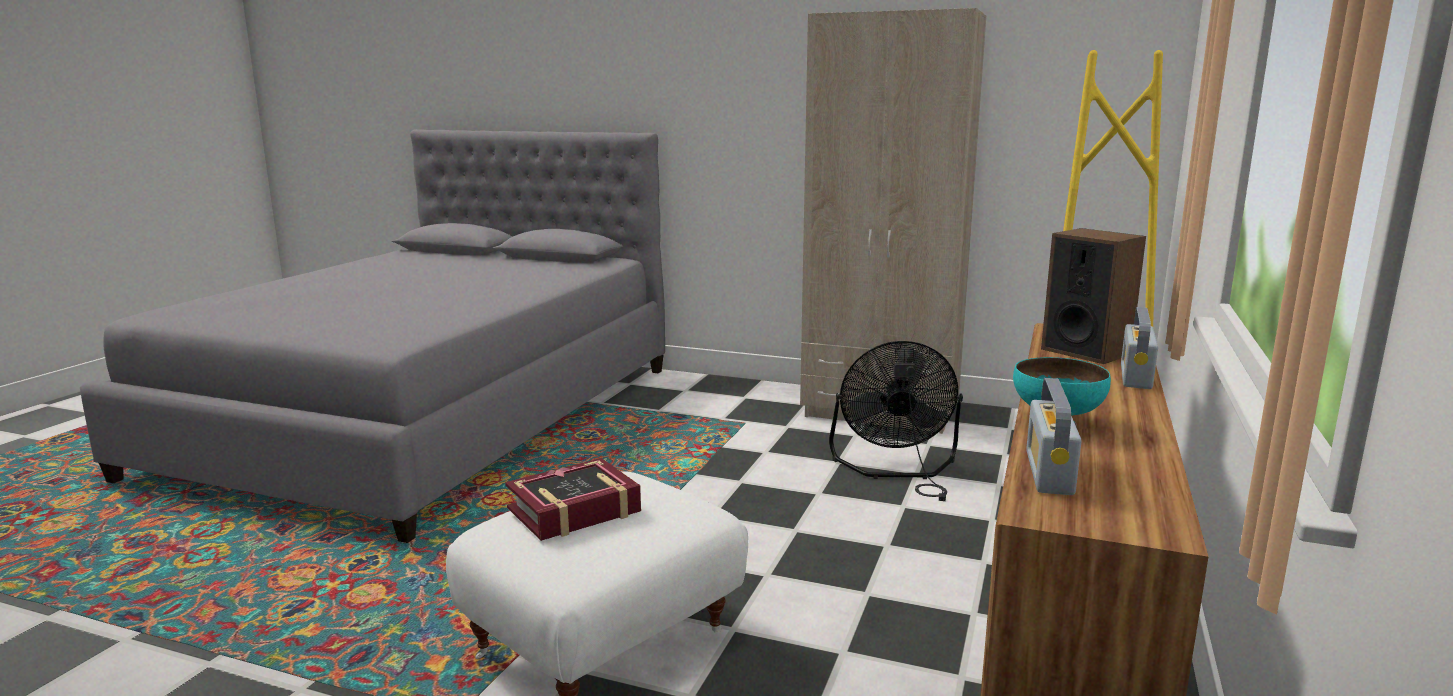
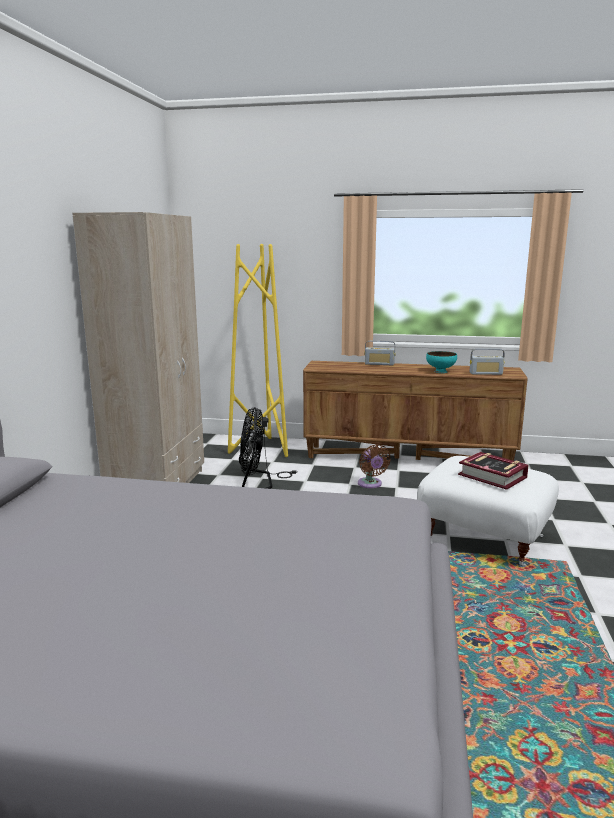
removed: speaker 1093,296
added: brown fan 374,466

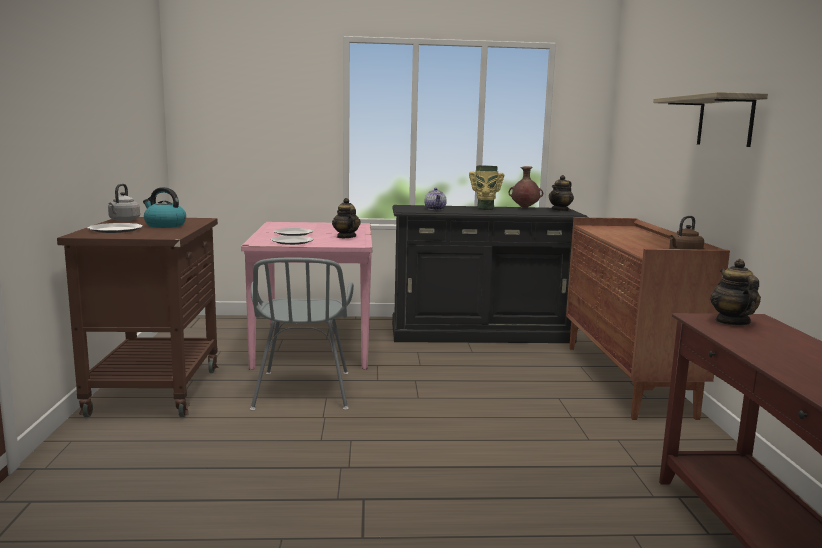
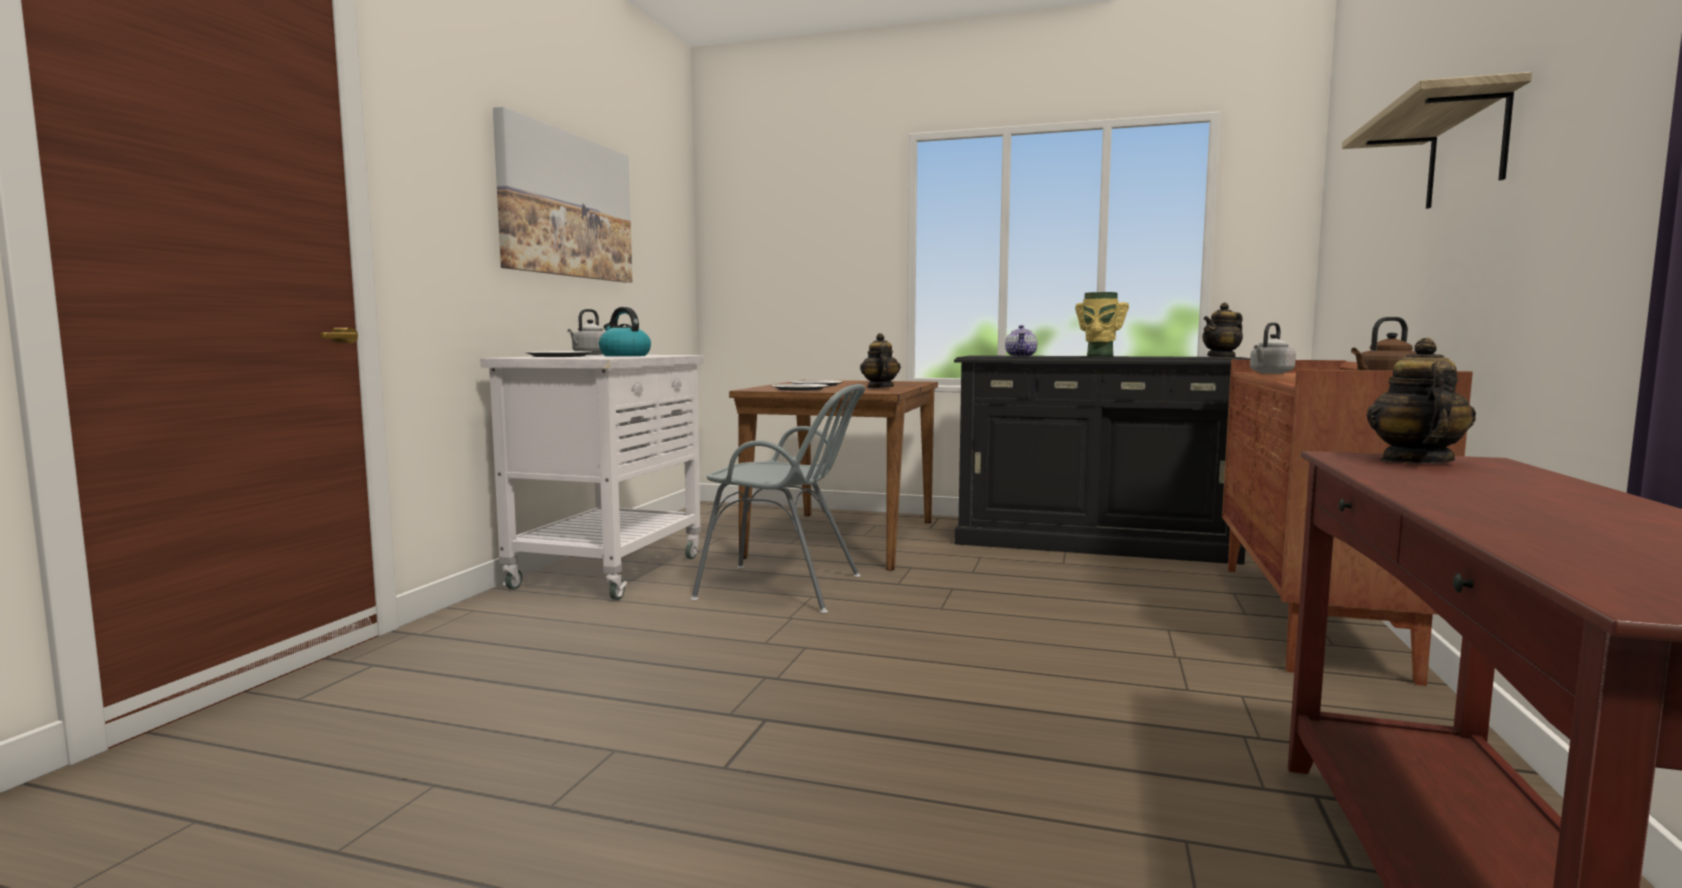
removed: brown vase 526,187
added: picture 562,195; grey kettle 1273,348
recoloured: brown cart 138,317 to white cart 592,477; pink dining table 306,296 to brown dining table 833,475
turned: grey chair 302,334 = 777,498 90 degrees counterclockwise

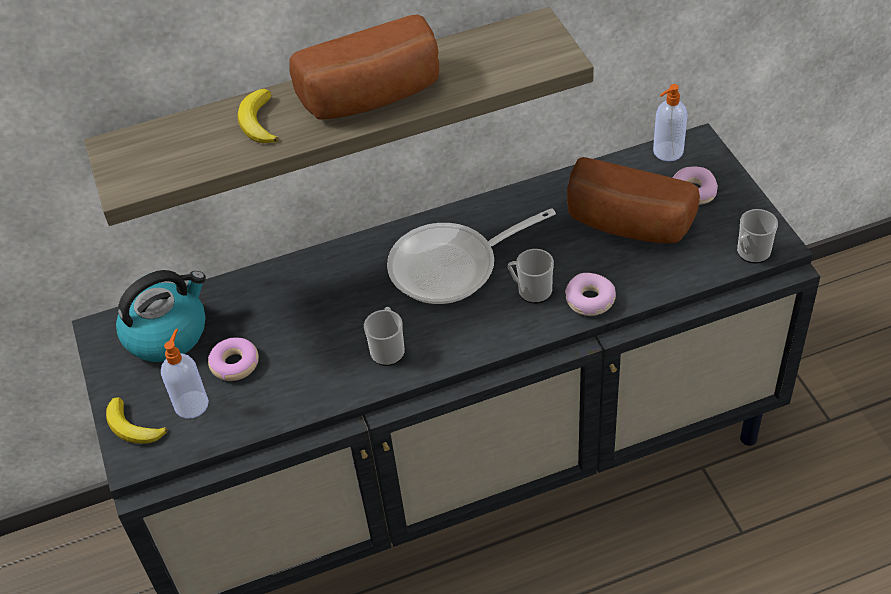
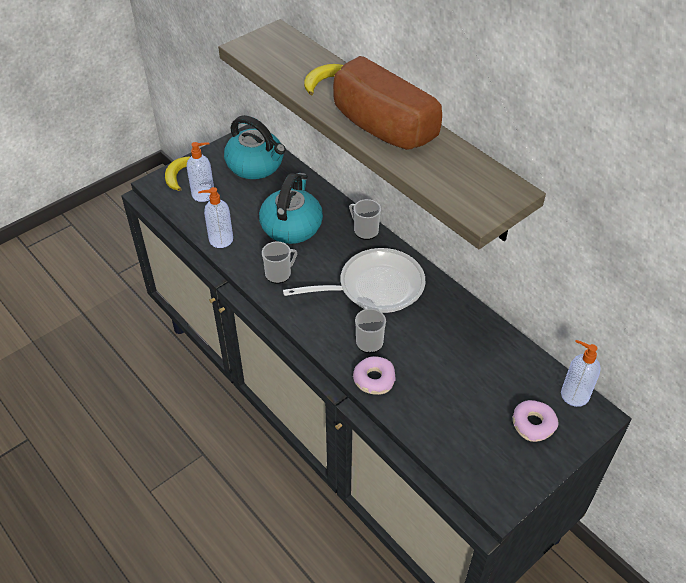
removed: donut 233,359; bread 633,200
added: soap dispenser 215,217; kettle 291,208
moved: mug 757,236 to 365,219
turned: frying pan 471,256 = 354,280 120 degrees clockwise

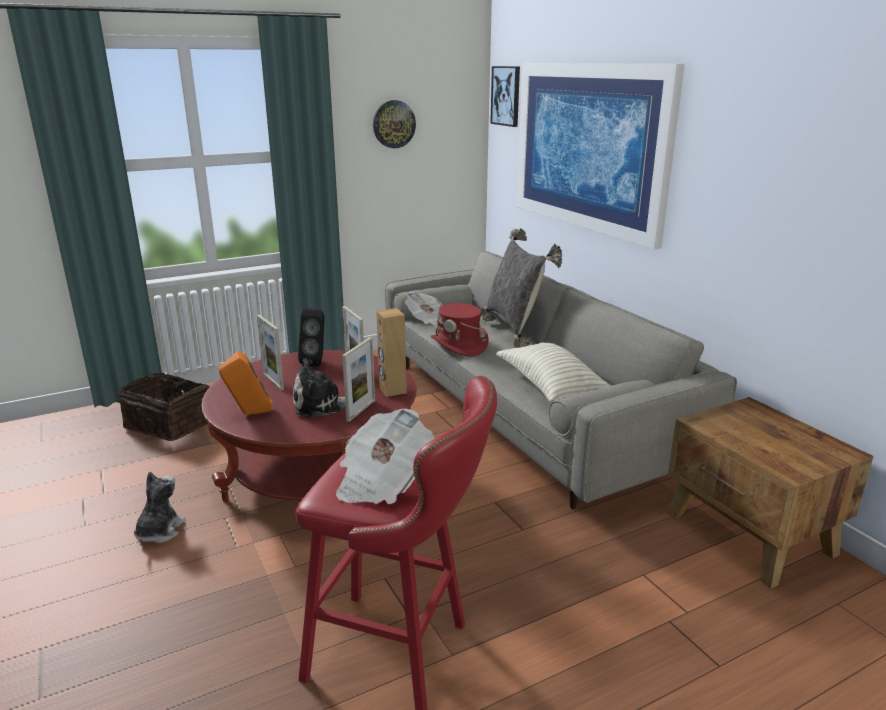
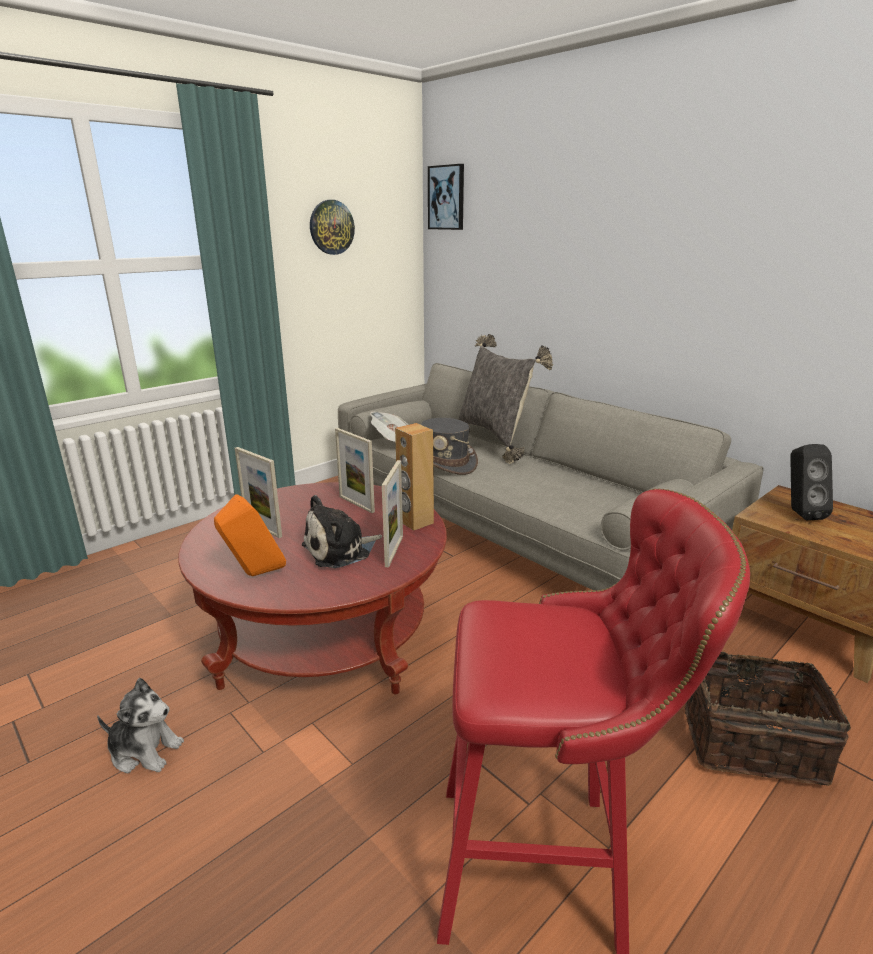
removed: newspaper 385,456; pillow 553,373; picture 601,156
moved: basket 163,407 to 768,719; black speaker 311,337 to 811,482
recoloured: red hat 460,330 to grey hat 449,446
turned: plush toy 159,507 = 140,726 105 degrees clockwise

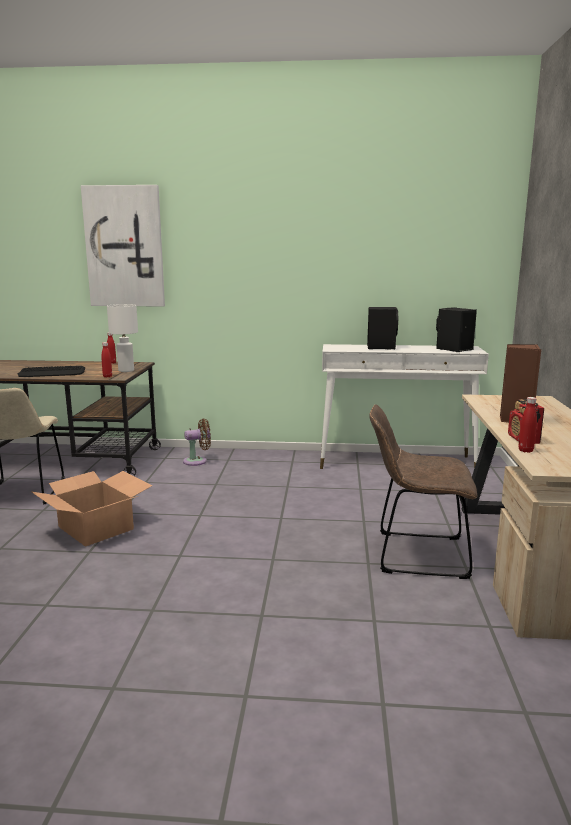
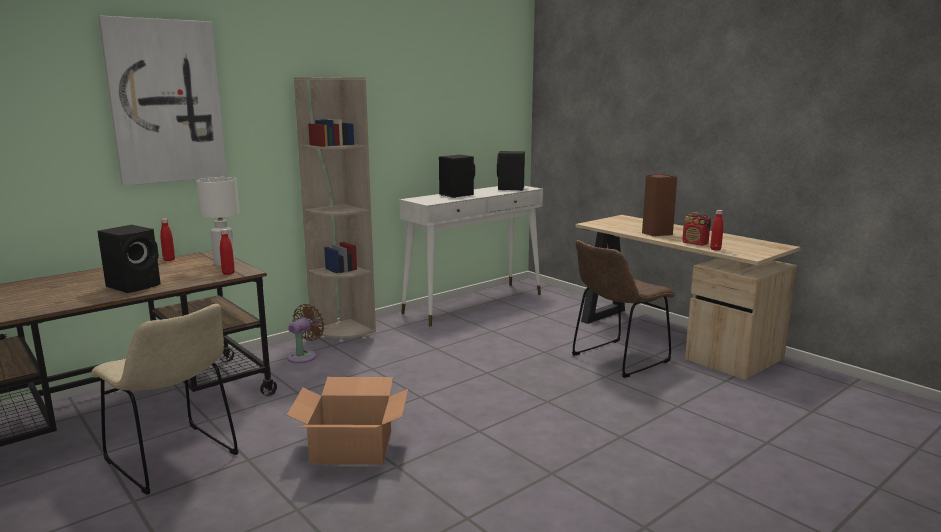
added: beige bookcase 335,209
replaced: keyboard 51,371 to black speaker 129,259

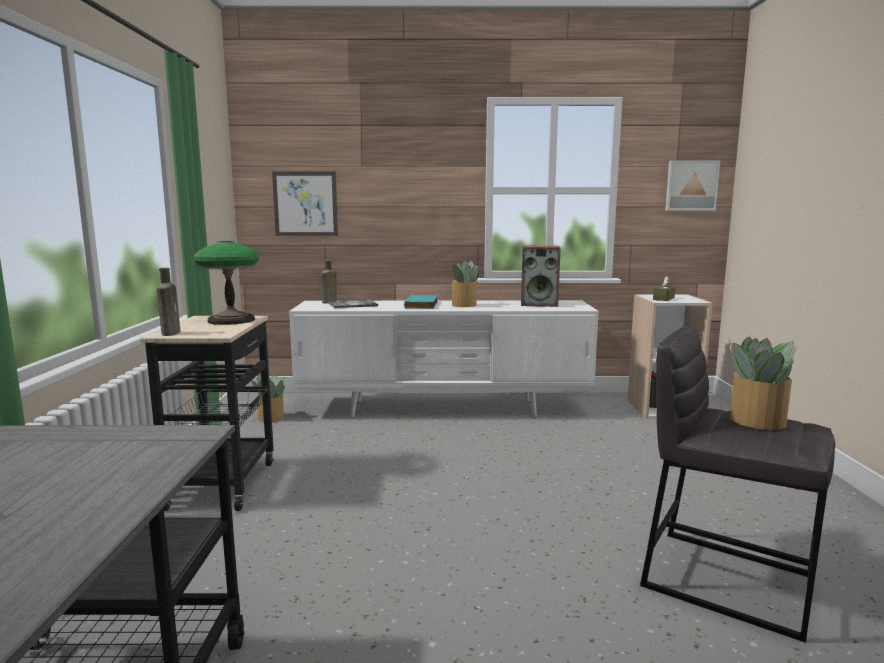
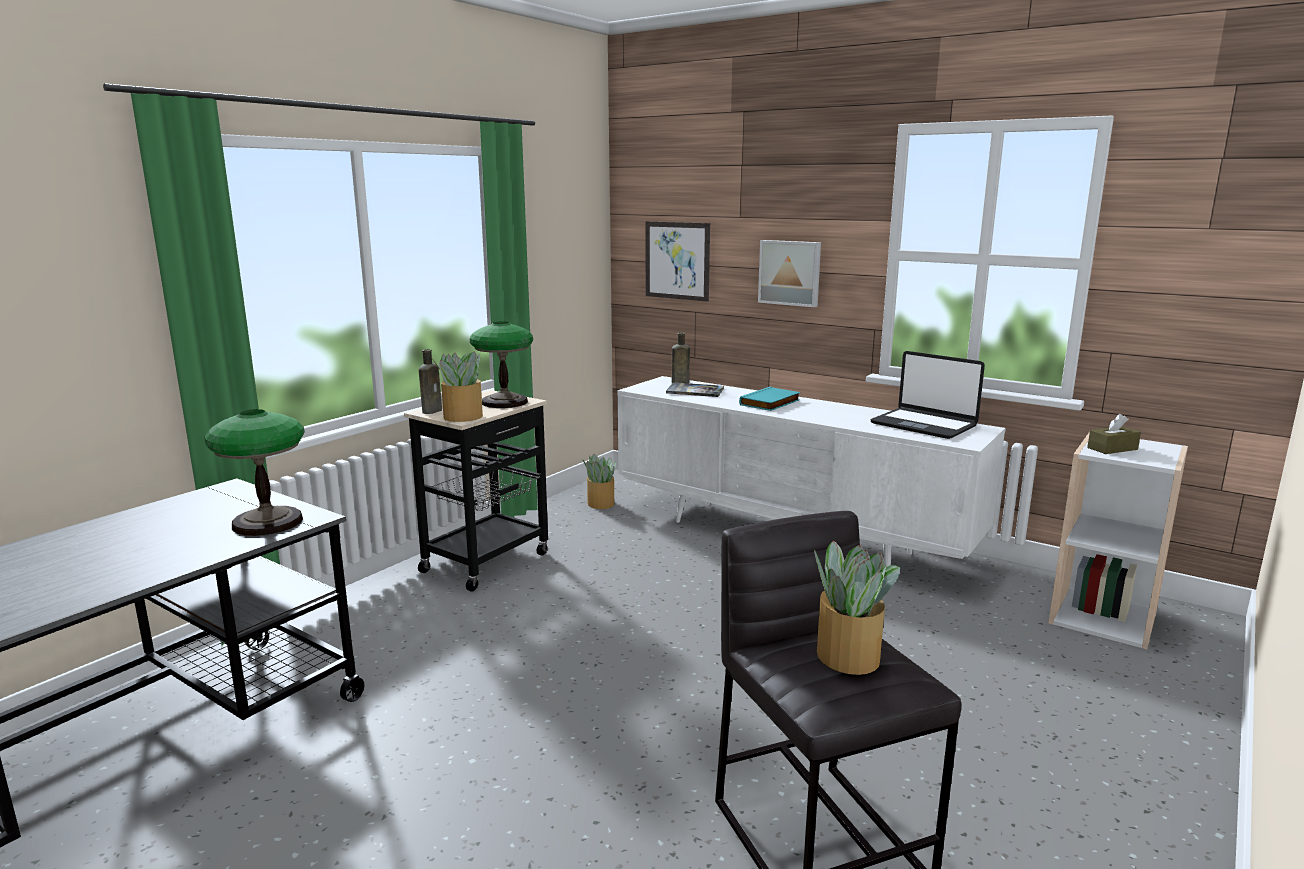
added: table lamp 255,472
moved: potted plant 465,284 to 458,386; picture 692,185 to 789,273
replaced: speaker 541,276 to laptop 928,395

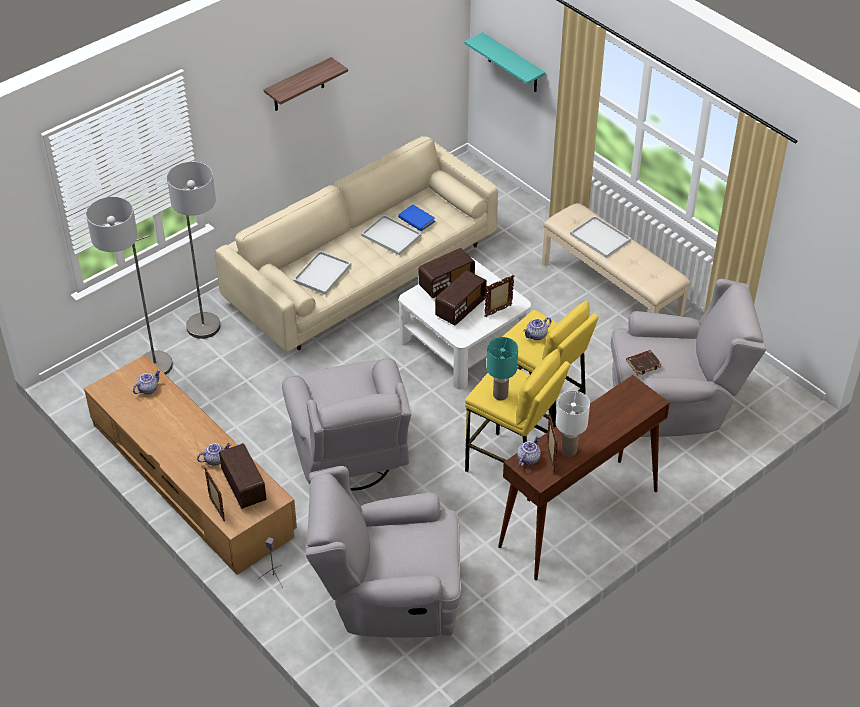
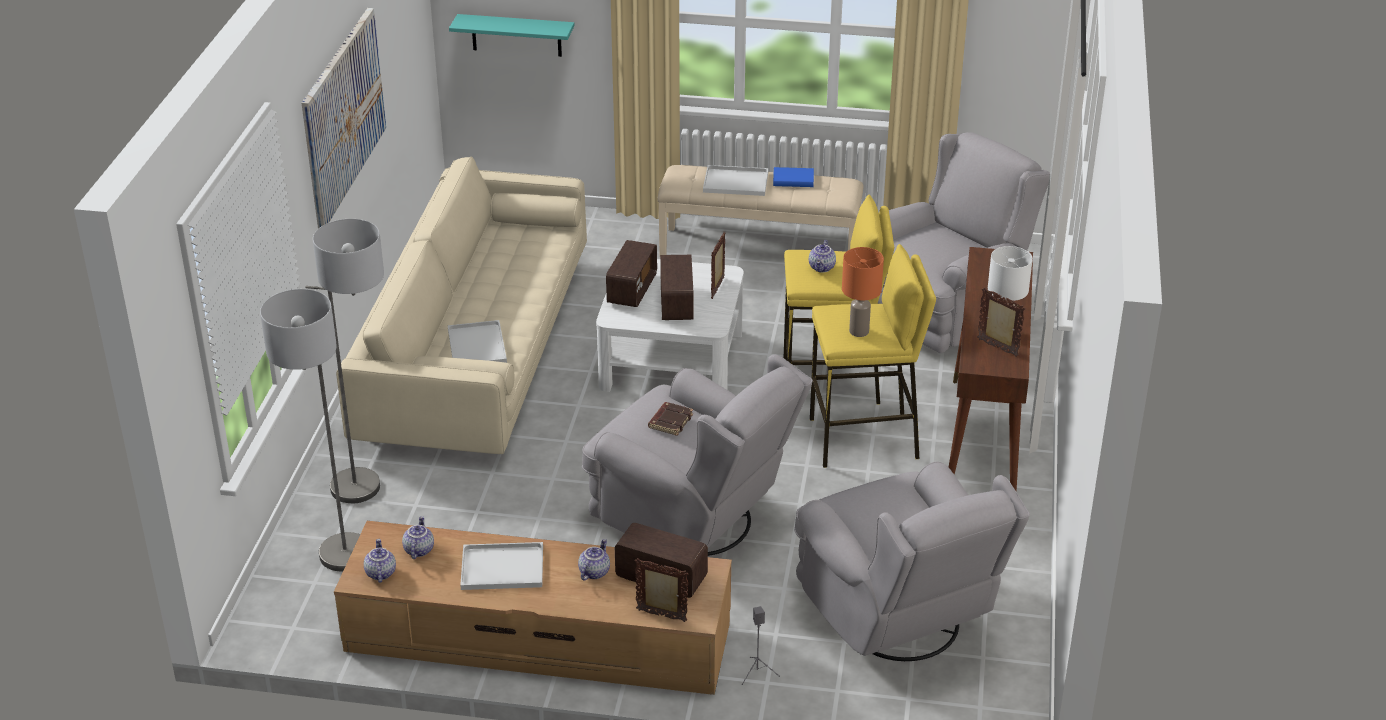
moved: teapot 529,451 to 380,561; white tray 391,235 to 501,566; brown book 644,363 to 670,419; blue book 416,218 to 793,177
replaced: shelf 306,84 to picture 343,118
recoloured: turquoise table lamp 502,368 to orange table lamp 863,292
turned: grey armchair 383,552 = 912,561 75 degrees counterclockwise

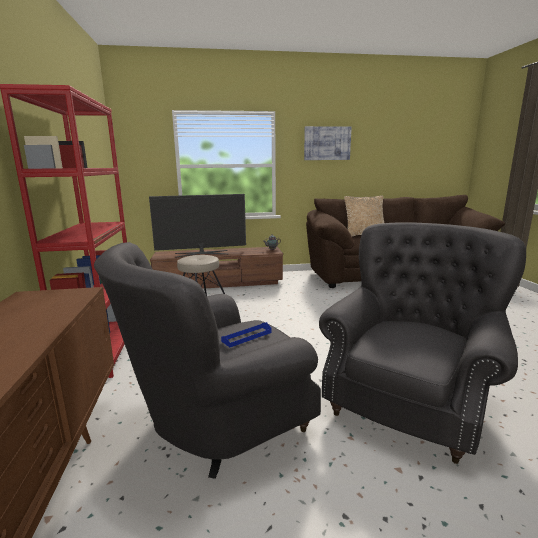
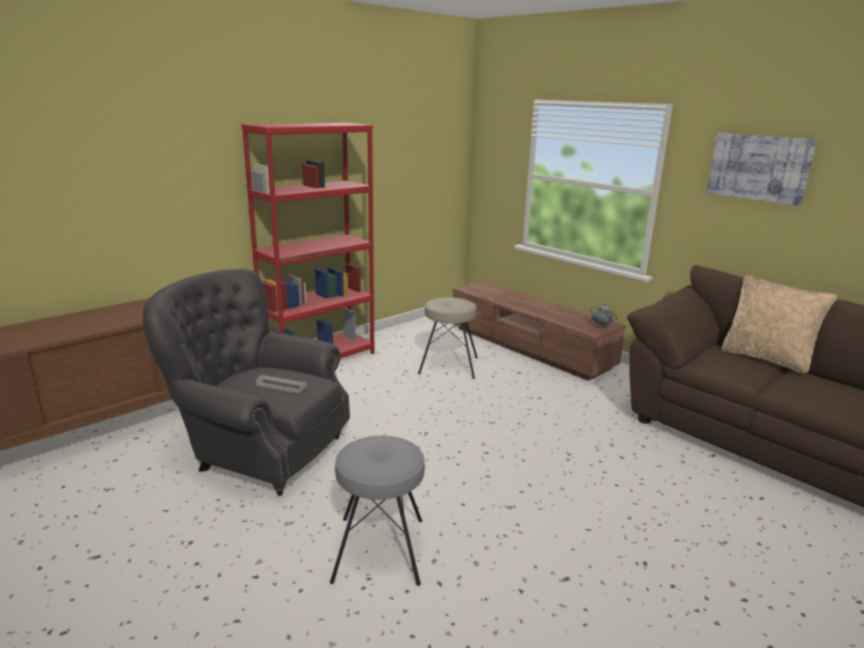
removed: television 197,226
replaced: grey armchair 422,343 to grey stool 377,511
recoloured: blue tray 246,334 to grey tray 281,384

